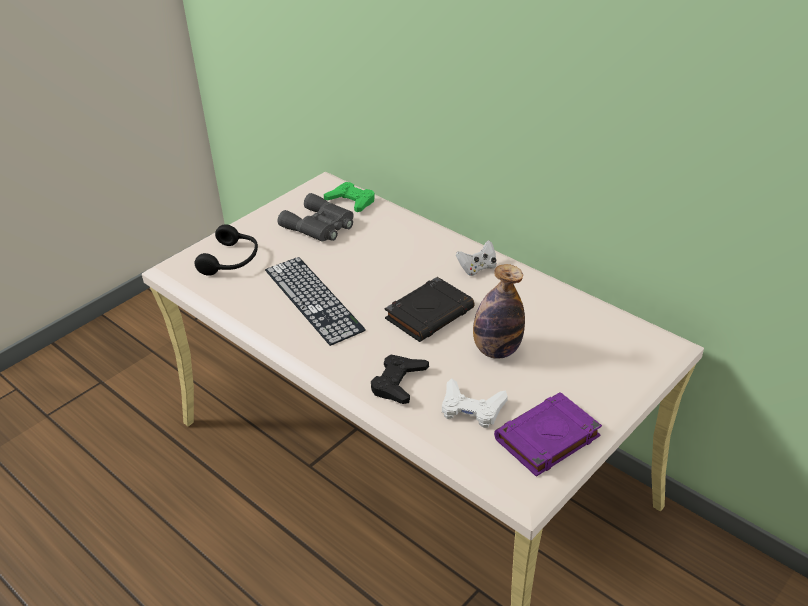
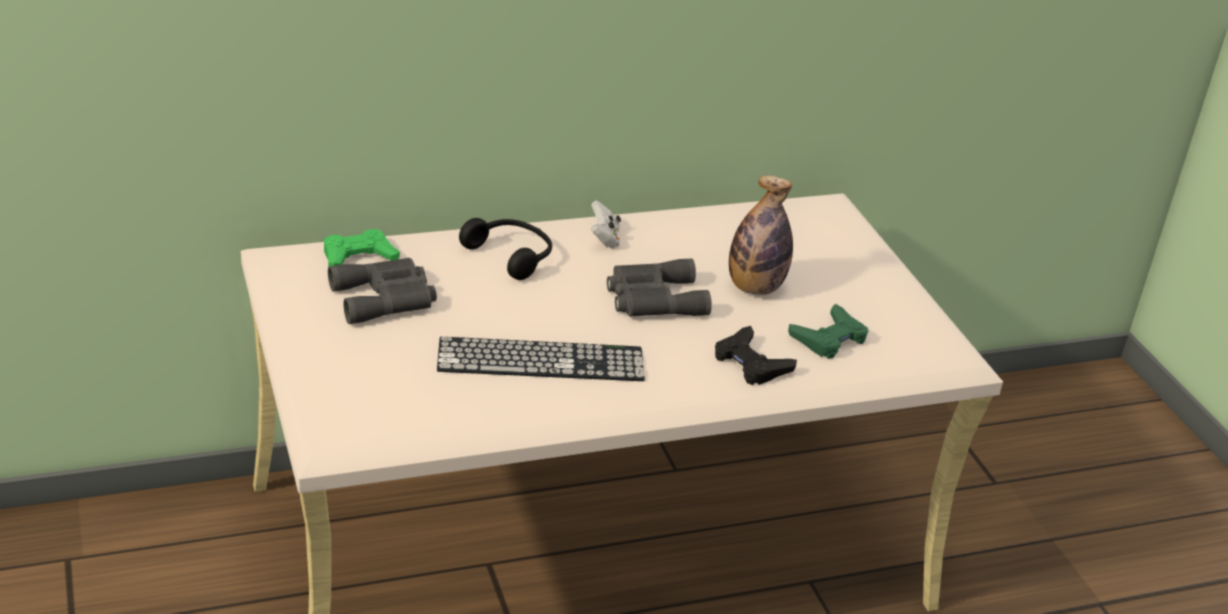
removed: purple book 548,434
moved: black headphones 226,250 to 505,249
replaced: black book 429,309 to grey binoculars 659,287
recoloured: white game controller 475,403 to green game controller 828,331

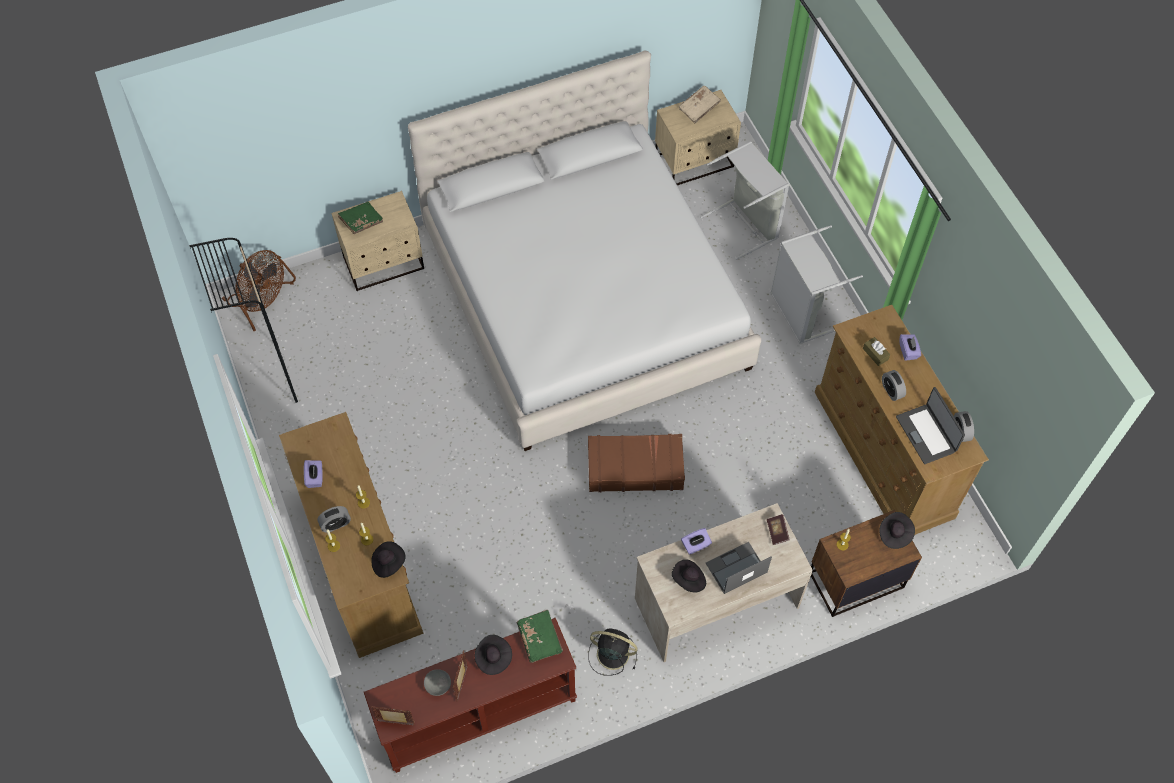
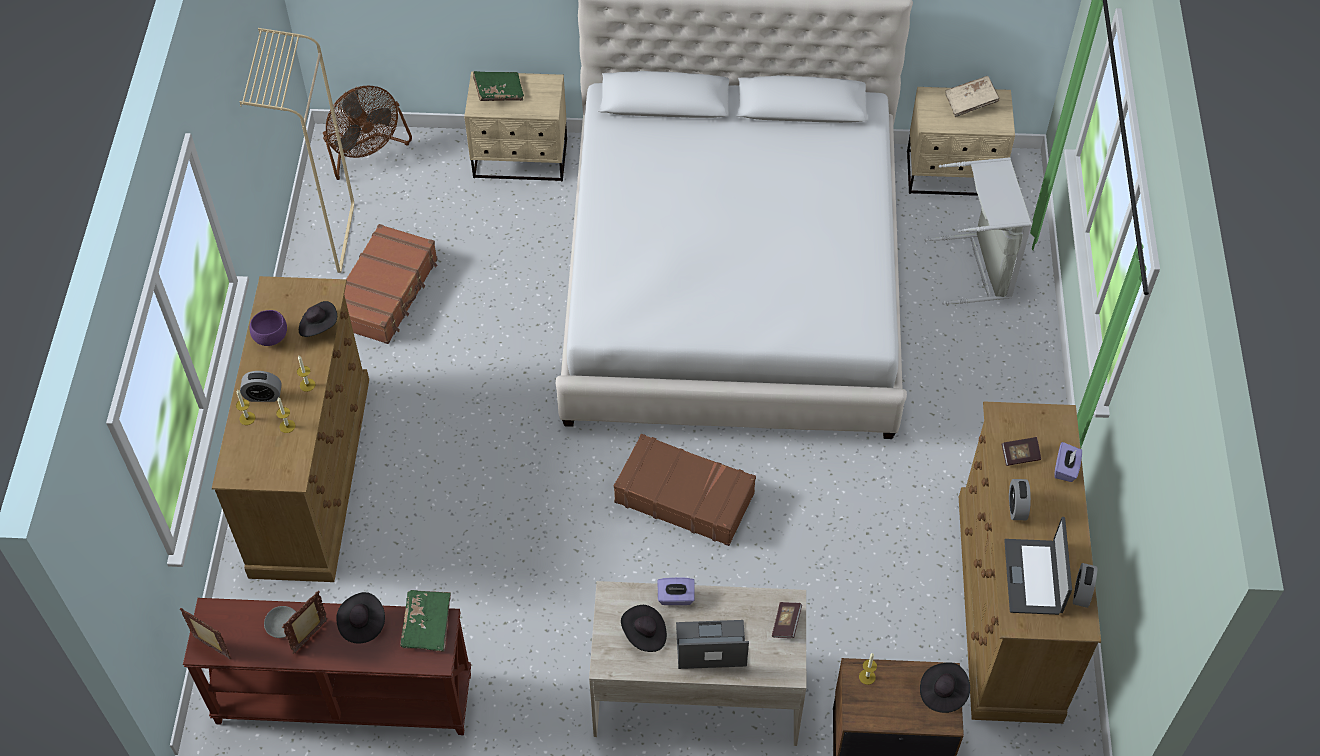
removed: black fan 613,652; grey laundry basket 817,284
added: brown suitcase 391,284
moved: black hat 388,559 to 318,319
replaced: purple tissue box 313,474 to purple bowl 268,328; brown tissue box 876,351 to book 1021,451
recoloured: black clothes rack 243,320 to beige clothes rack 297,150

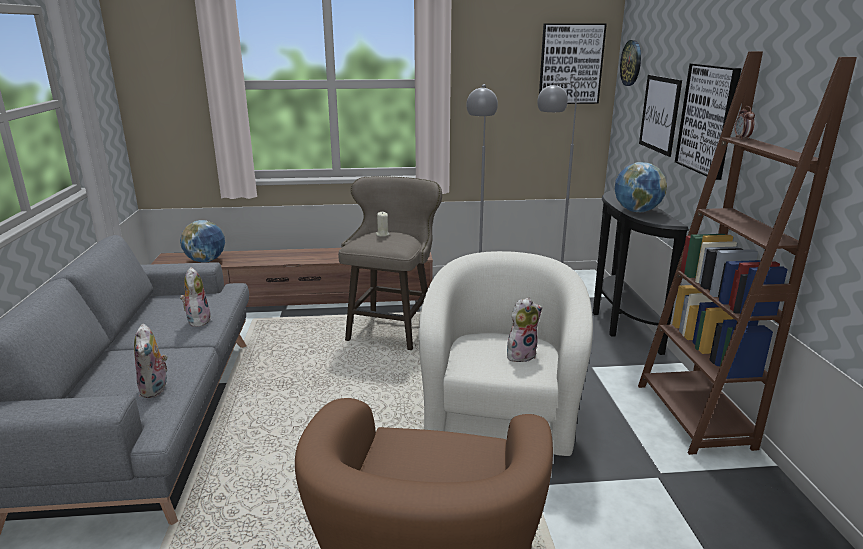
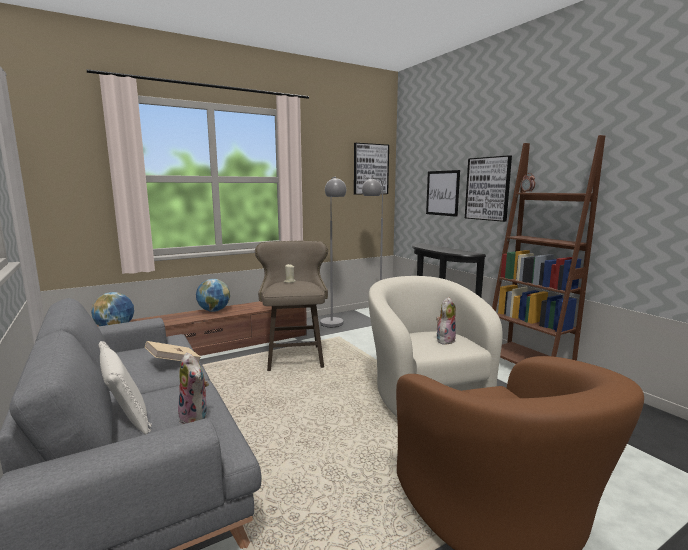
removed: wall clock 630,63
added: white pillow 125,388
moved: globe 641,187 to 213,295
replaced: plush toy 195,297 to beige book 173,352

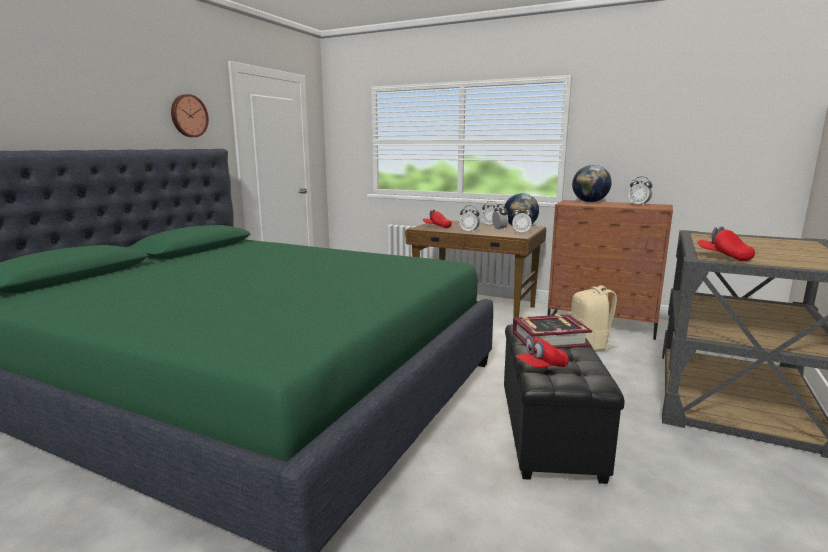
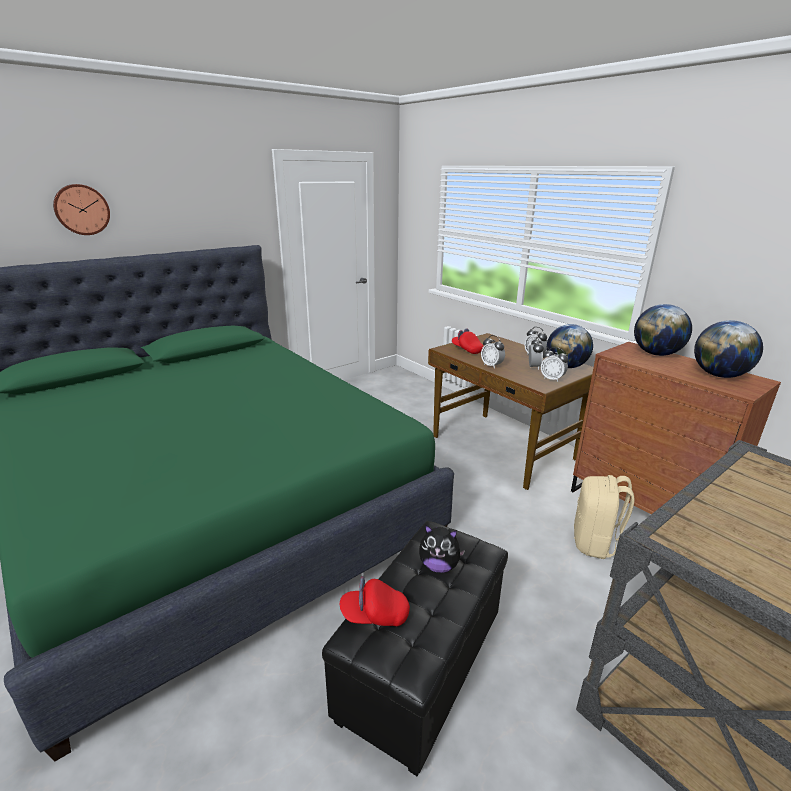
removed: red cap 726,243
moved: wall clock 190,115 to 81,209
replaced: book 552,331 to plush toy 442,549; alarm clock 640,191 to globe 728,349

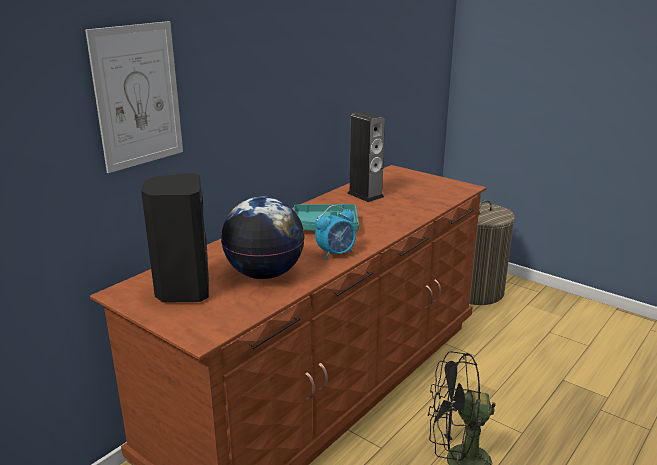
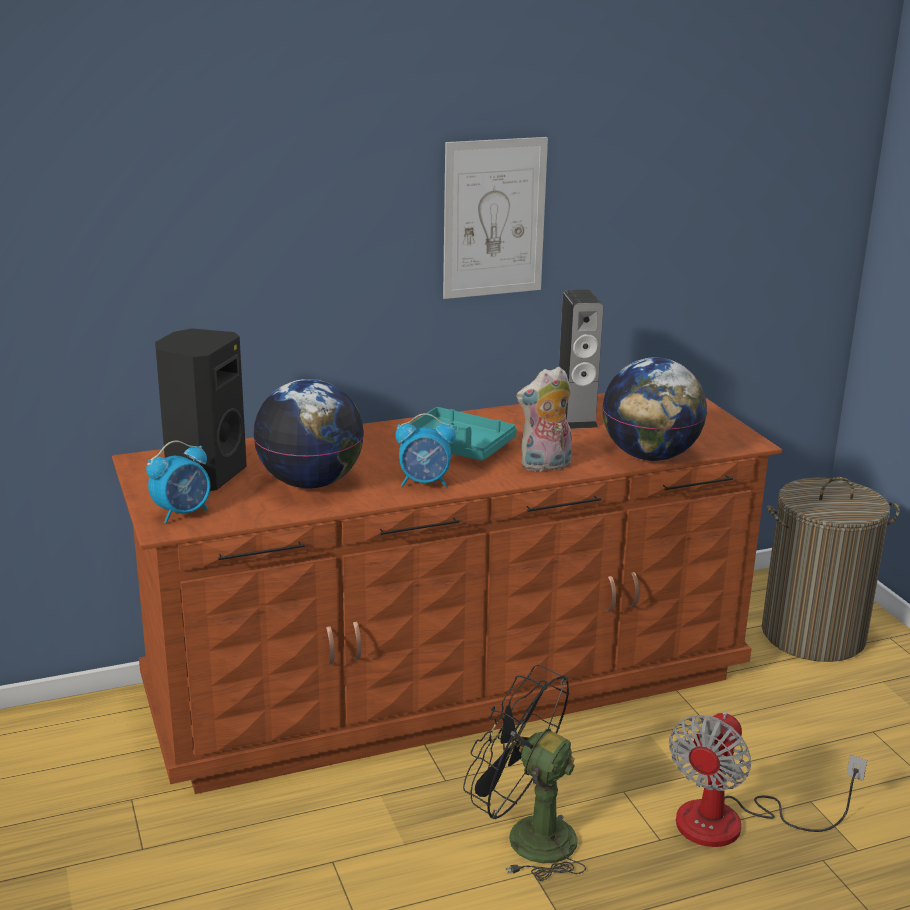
added: alarm clock 178,482; plush toy 544,419; globe 654,409; fan 768,779
moved: picture 134,97 to 495,218

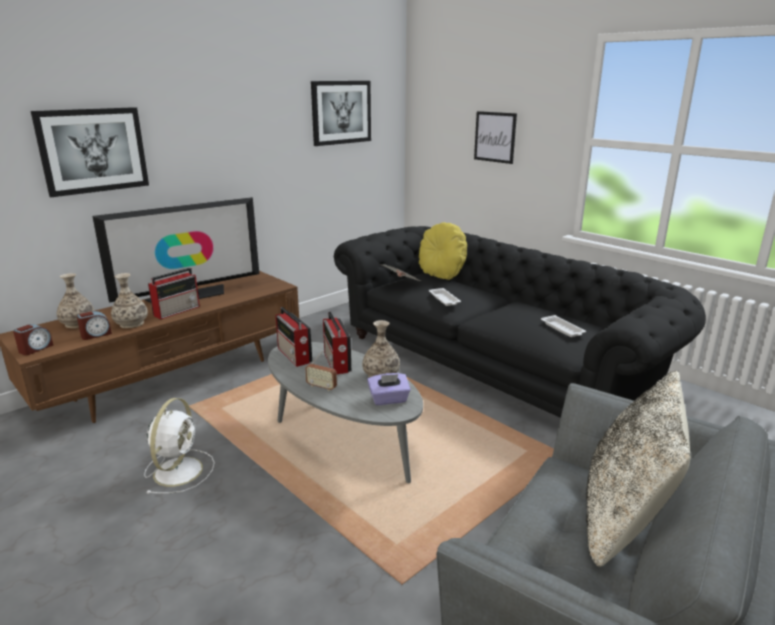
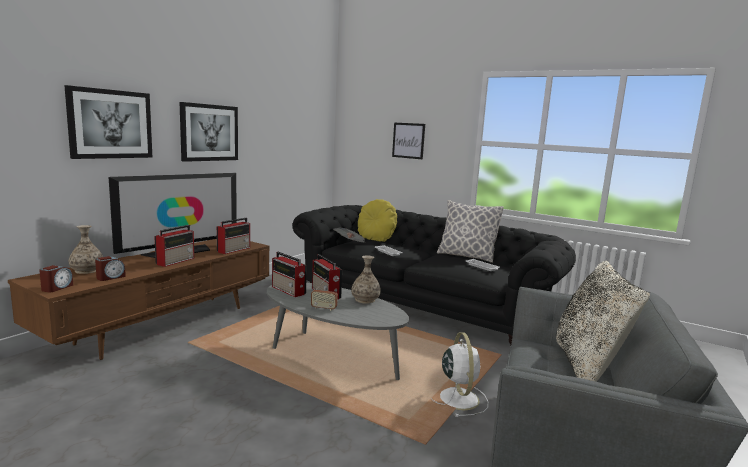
removed: vase 129,300; purple tissue box 389,389
added: radio 233,236; pillow 470,231
moved: picture 341,113 to 208,132; white fan 179,446 to 459,374

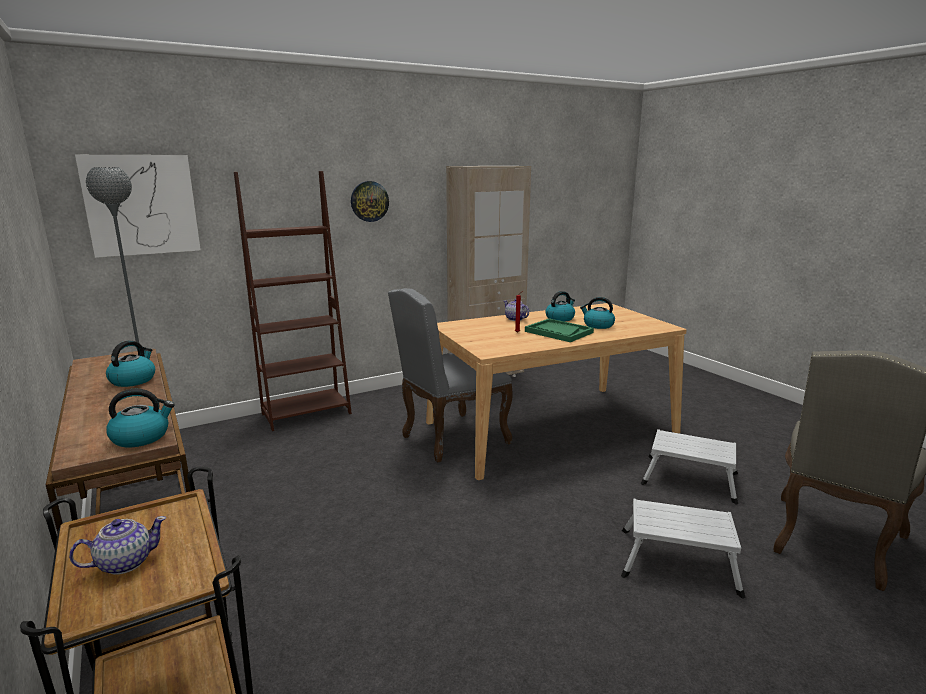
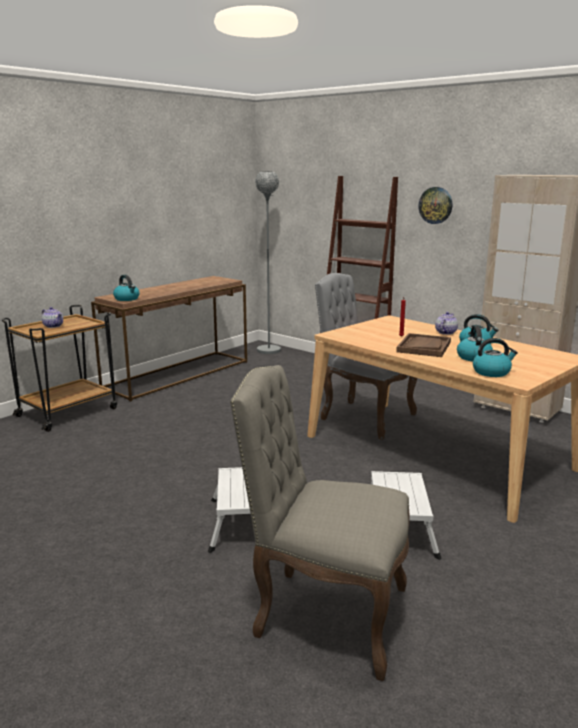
removed: picture 138,206
moved: kettle 130,364 to 495,357
recoloured: green tray 559,330 to brown tray 423,345

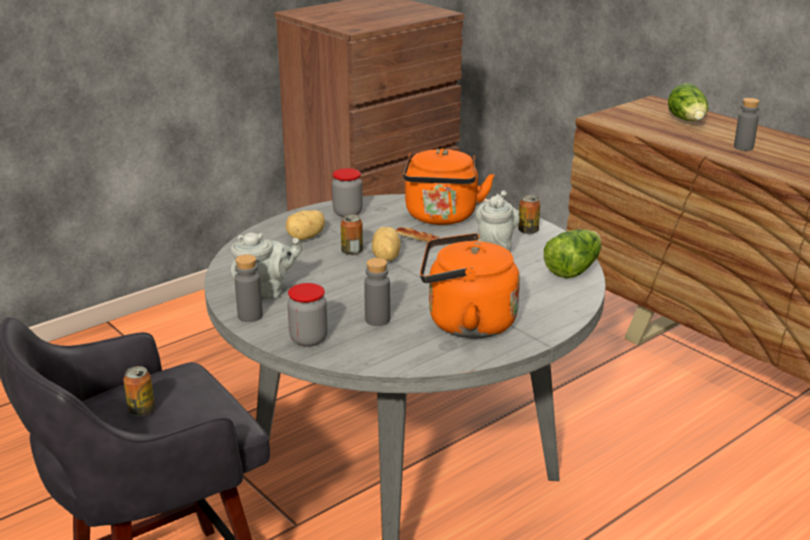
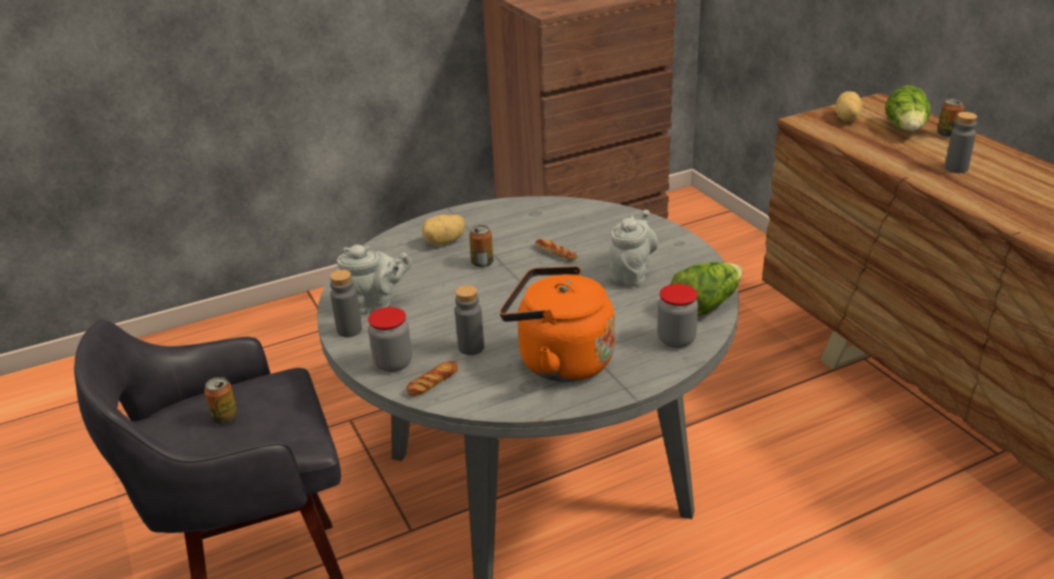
removed: orange kettle 449,186
added: bread 432,378
moved: jar 347,192 to 677,316; potato 386,244 to 848,106; can 529,214 to 950,118

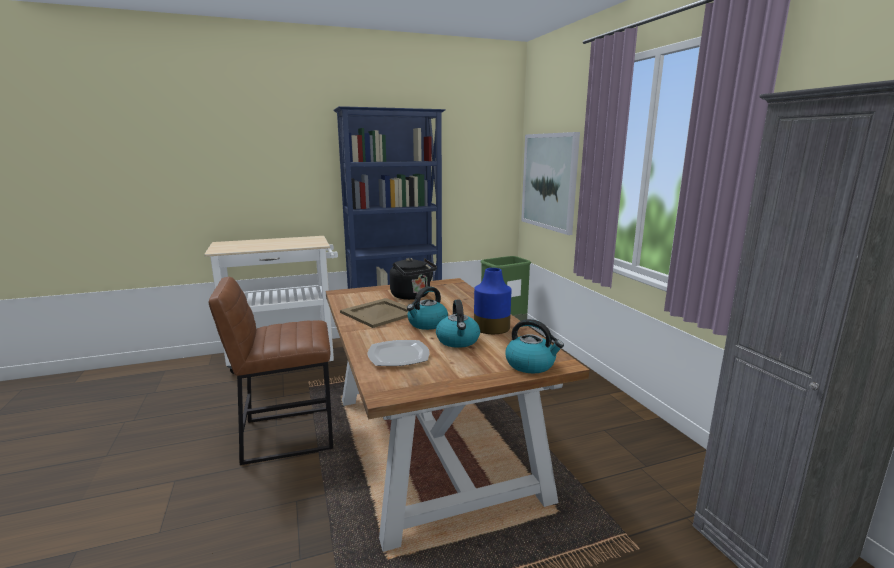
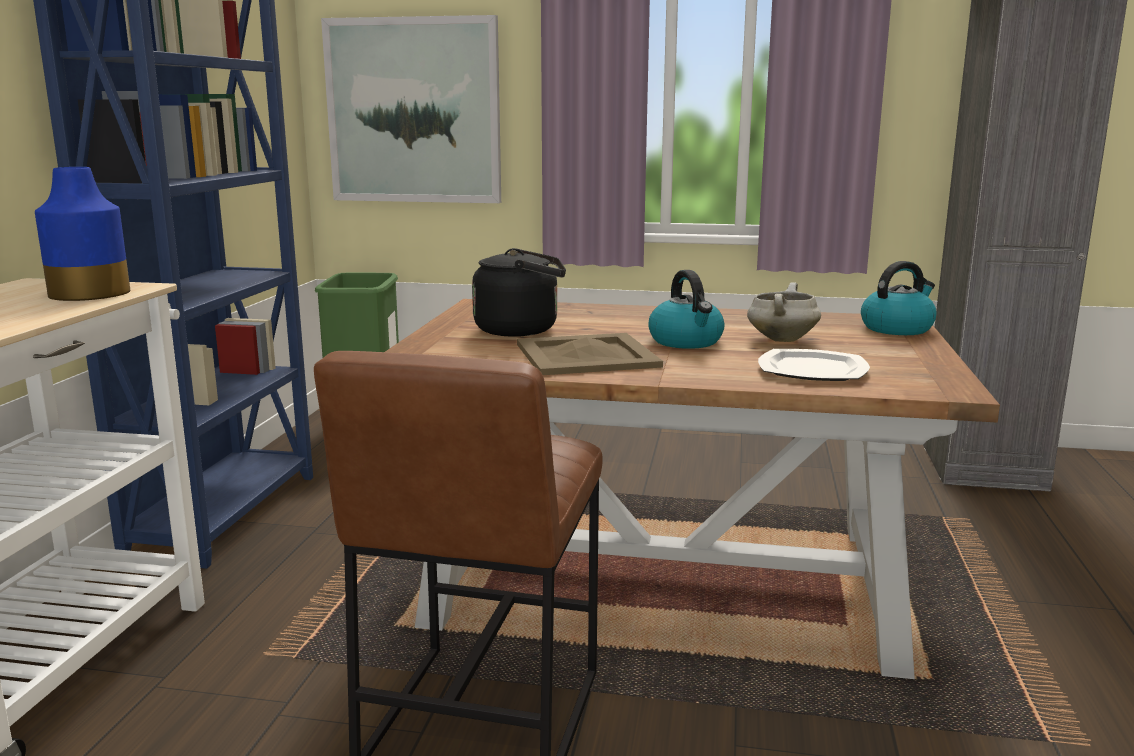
moved: blue vase 492,301 to 83,234
replaced: kettle 458,324 to white cooking pot 784,312

